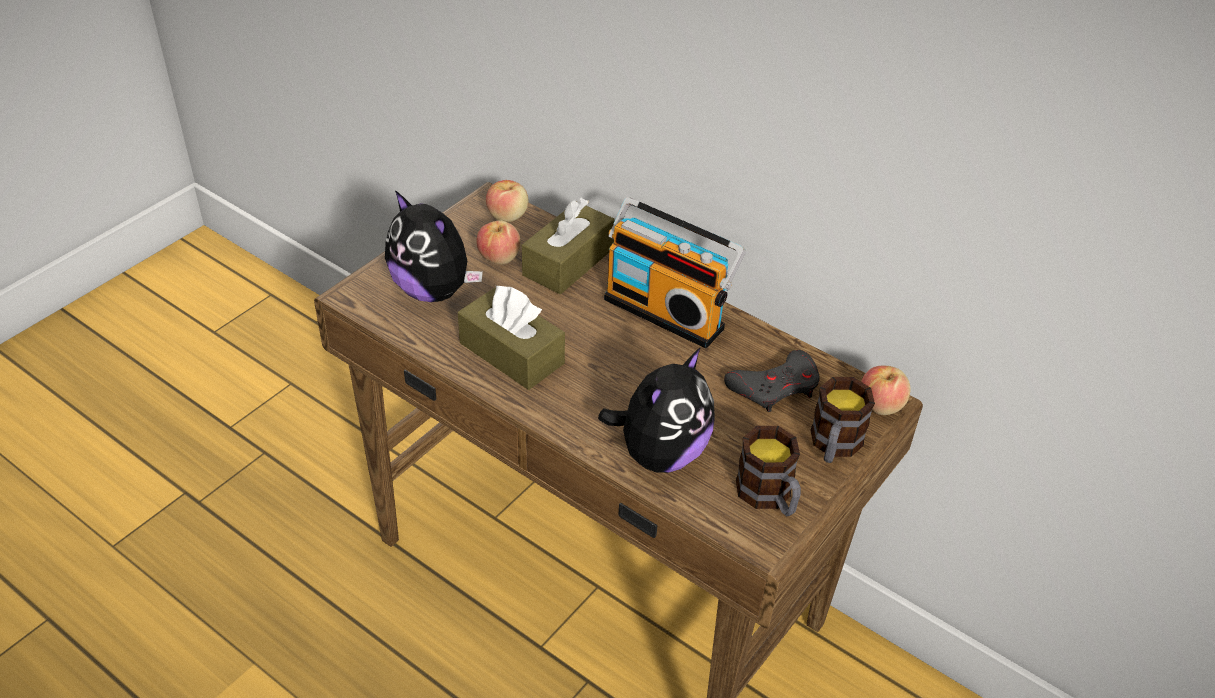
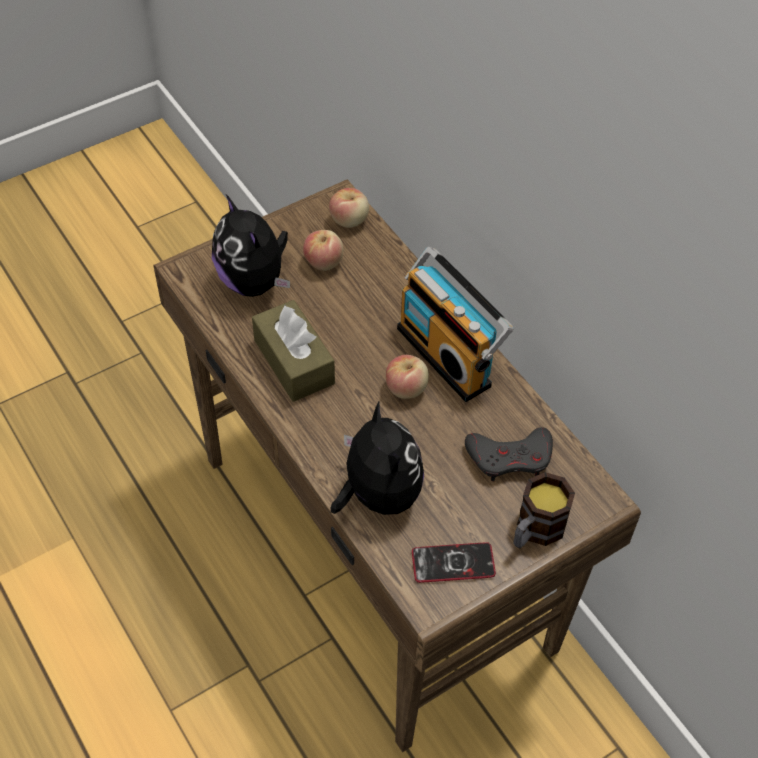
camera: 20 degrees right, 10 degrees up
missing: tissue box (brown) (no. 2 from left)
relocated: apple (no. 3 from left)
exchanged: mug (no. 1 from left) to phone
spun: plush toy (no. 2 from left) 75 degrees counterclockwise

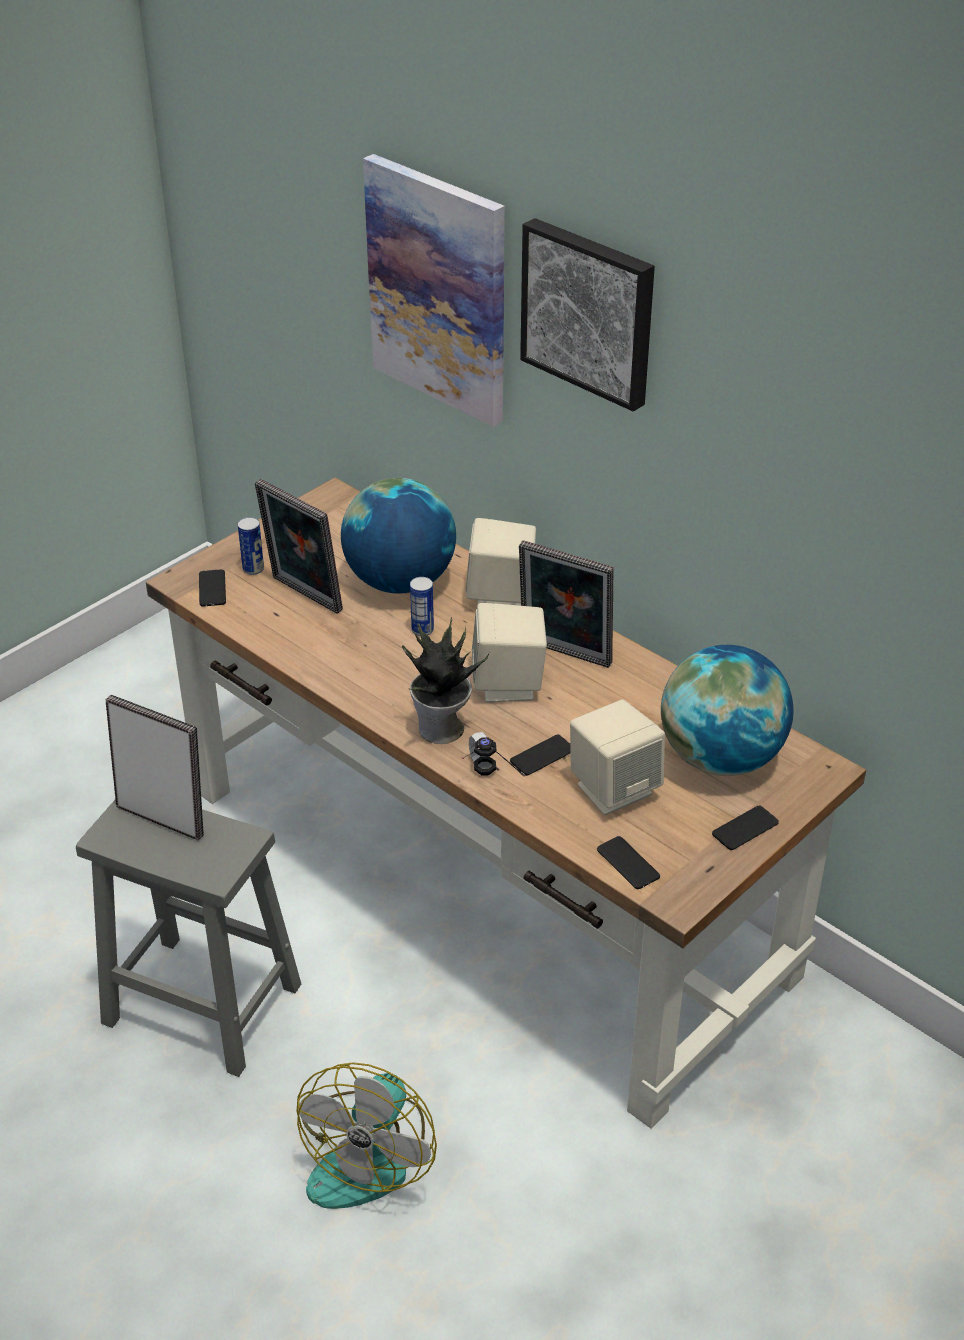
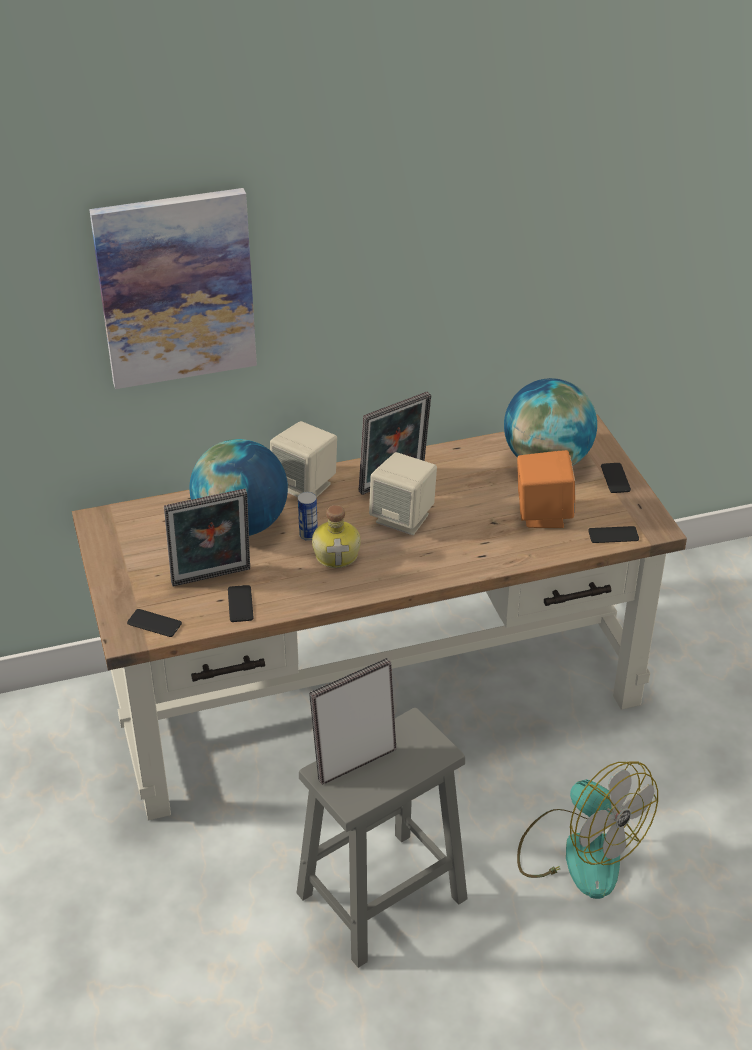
camera: 60 degrees left, 0 degrees up
missing: picture (no. 2 from left); can (no. 1 from left); potted plant; headphones
appeared: bottle
relocated: phone (no. 2 from left)
colour: speaker (beige) (no. 3 from left) to speaker (orange)

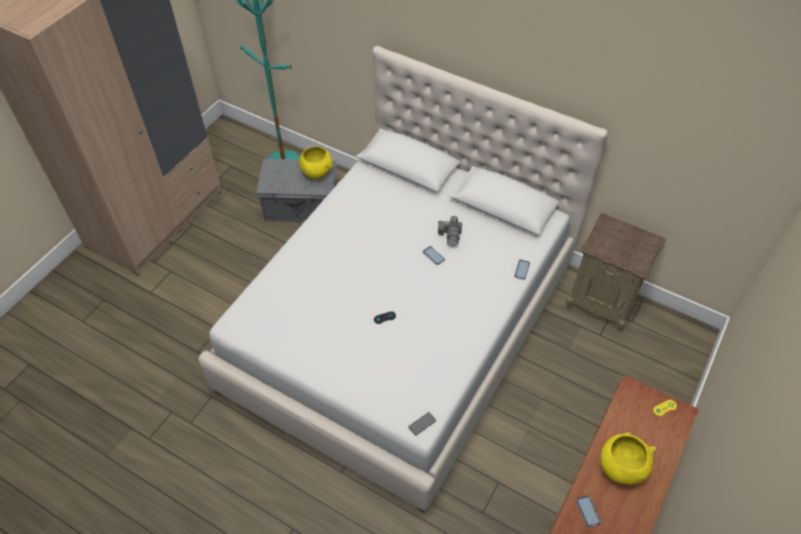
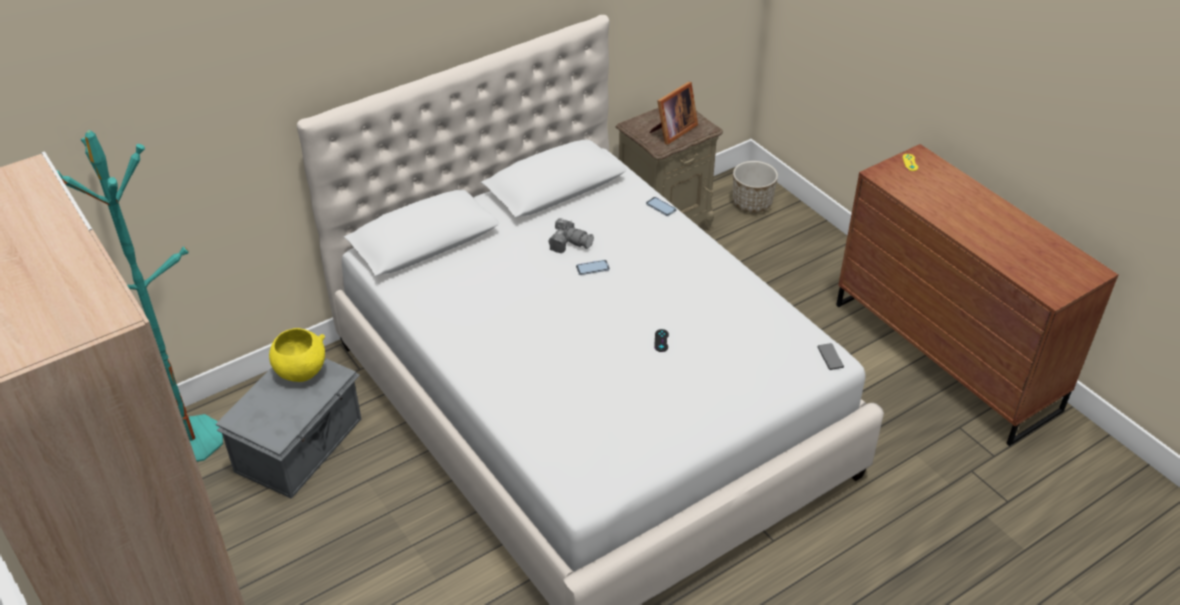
camera: 65 degrees left, 10 degrees down
missing: bowl (yellow) (no. 2 from left); phone (no. 4 from left)
appeared: picture frame; planter

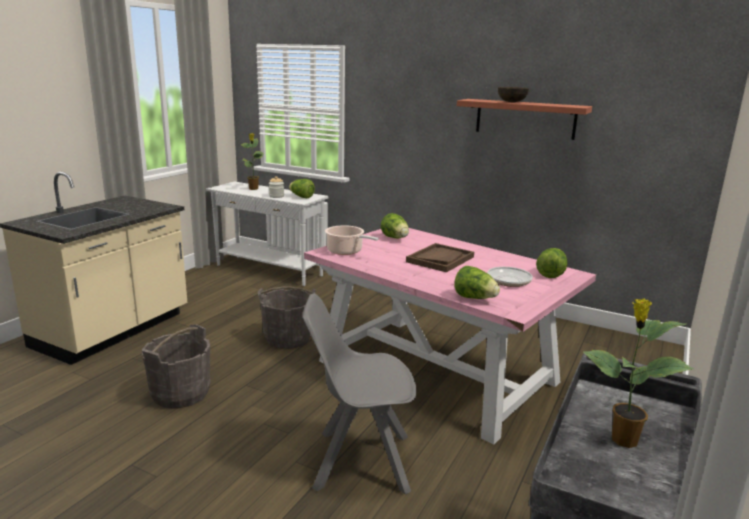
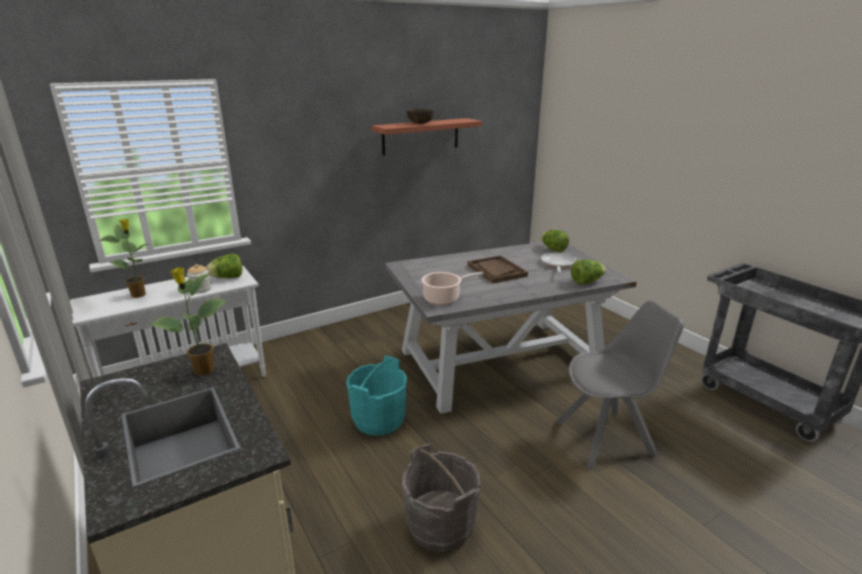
camera: 60 degrees left, 5 degrees up
missing: lettuce (no. 2 from left)
relocated: potted plant (no. 2 from left)
colour: dining table (pink) to dining table (grey); bucket (grey) (no. 2 from left) to bucket (turquoise)
spun: chair (grey) 135 degrees counterclockwise

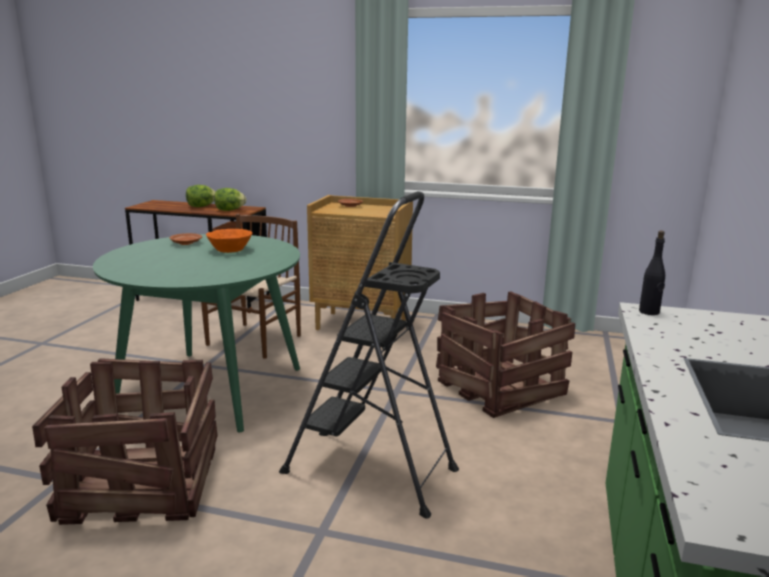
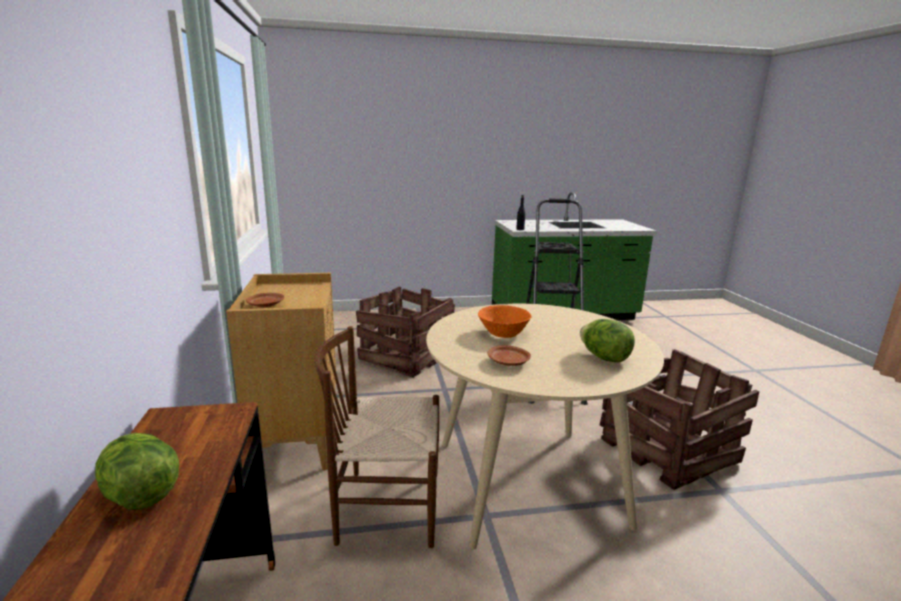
camera: 115 degrees left, 0 degrees up
relocated: lettuce (no. 2 from left)
colour: dining table (green) to dining table (beige)

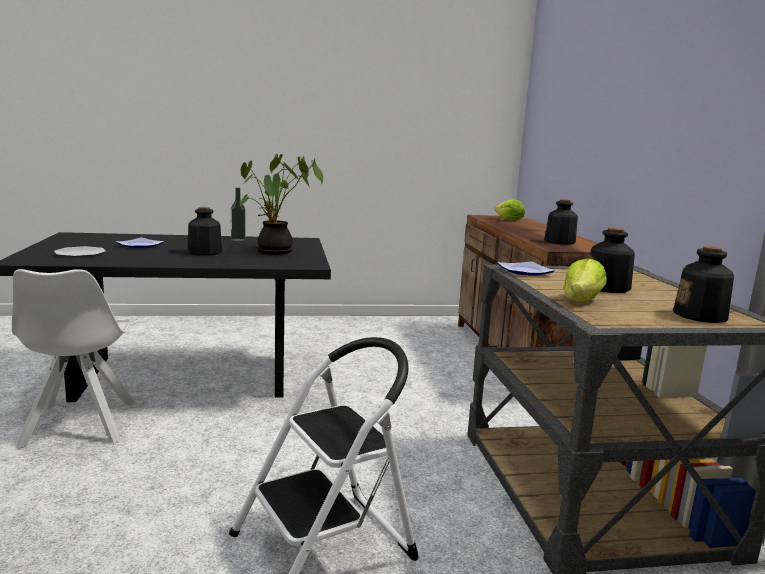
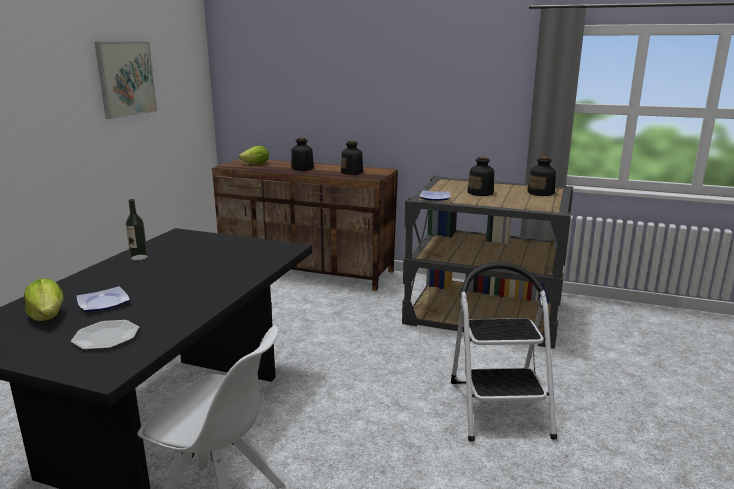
camera: 60 degrees left, 5 degrees up
missing: potted plant
appeared: picture
relocated: bottle (no. 1 from left in the first image) to bottle (no. 2 from left); lettuce (no. 2 from left in the first image) to lettuce (no. 1 from left)

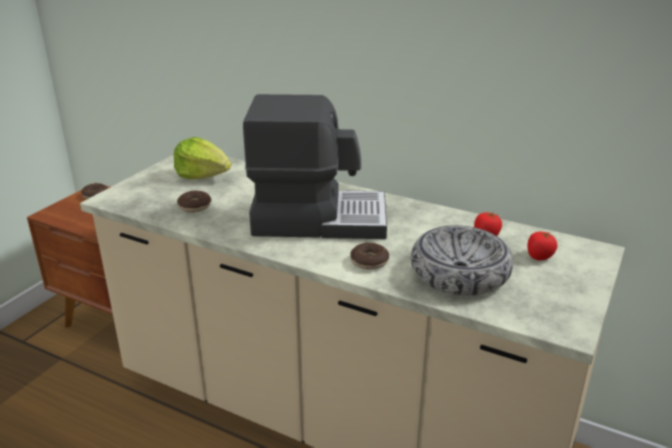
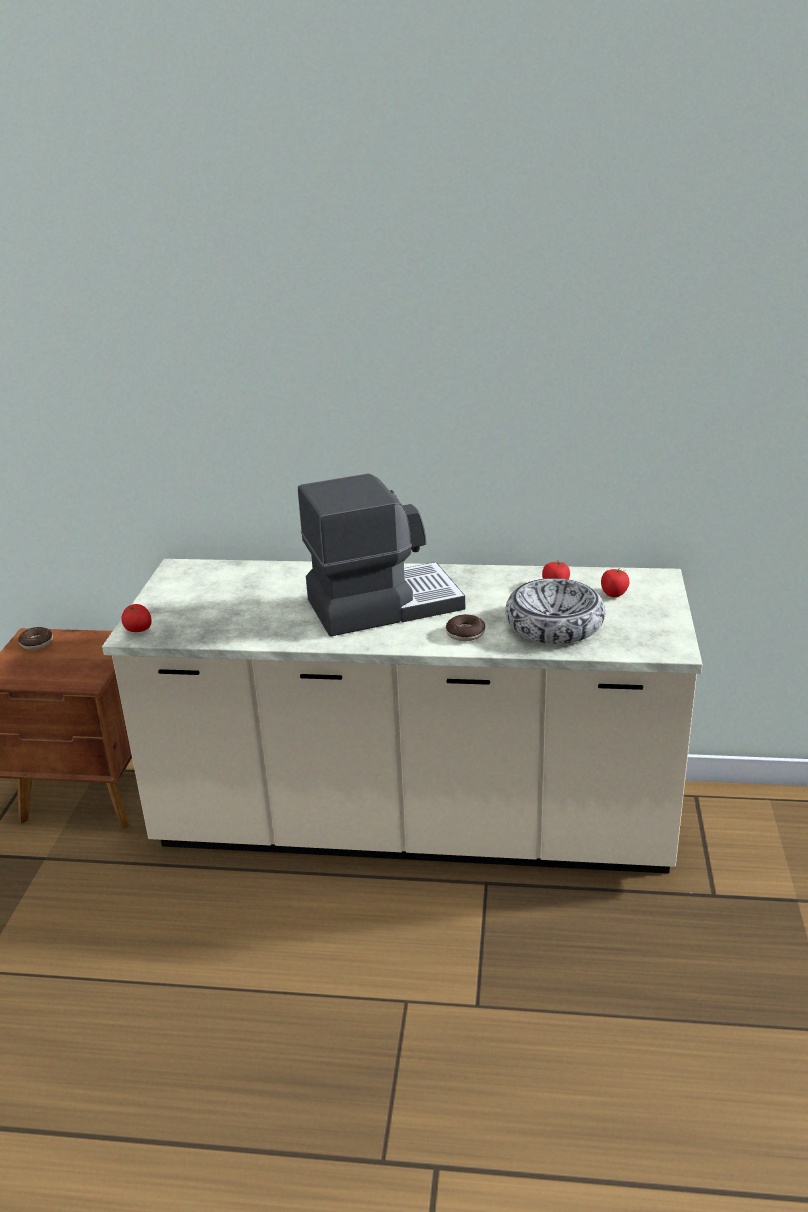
camera: 20 degrees left, 0 degrees up
missing: lettuce; donut (no. 2 from left)
appeared: tomato (no. 1 from left)

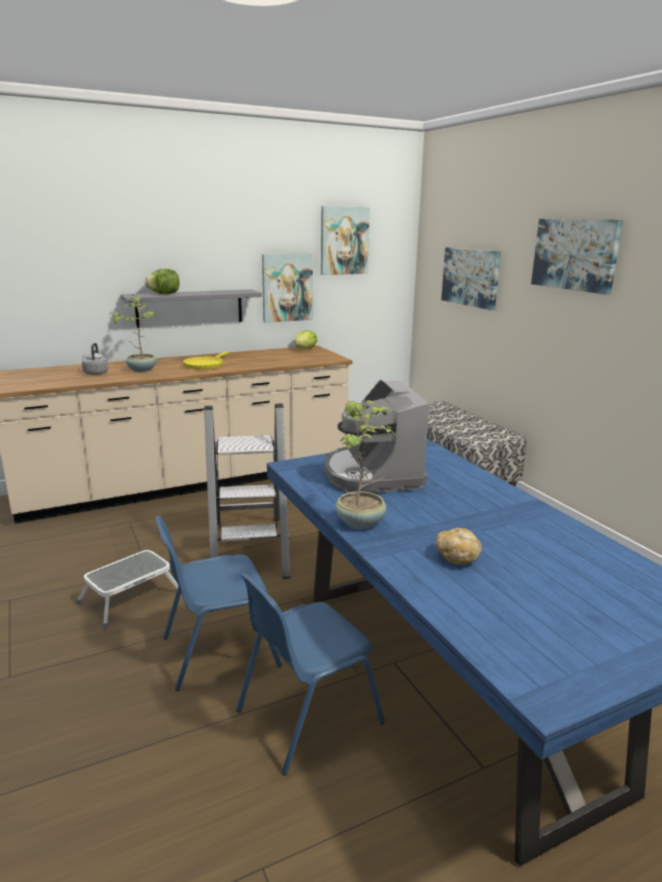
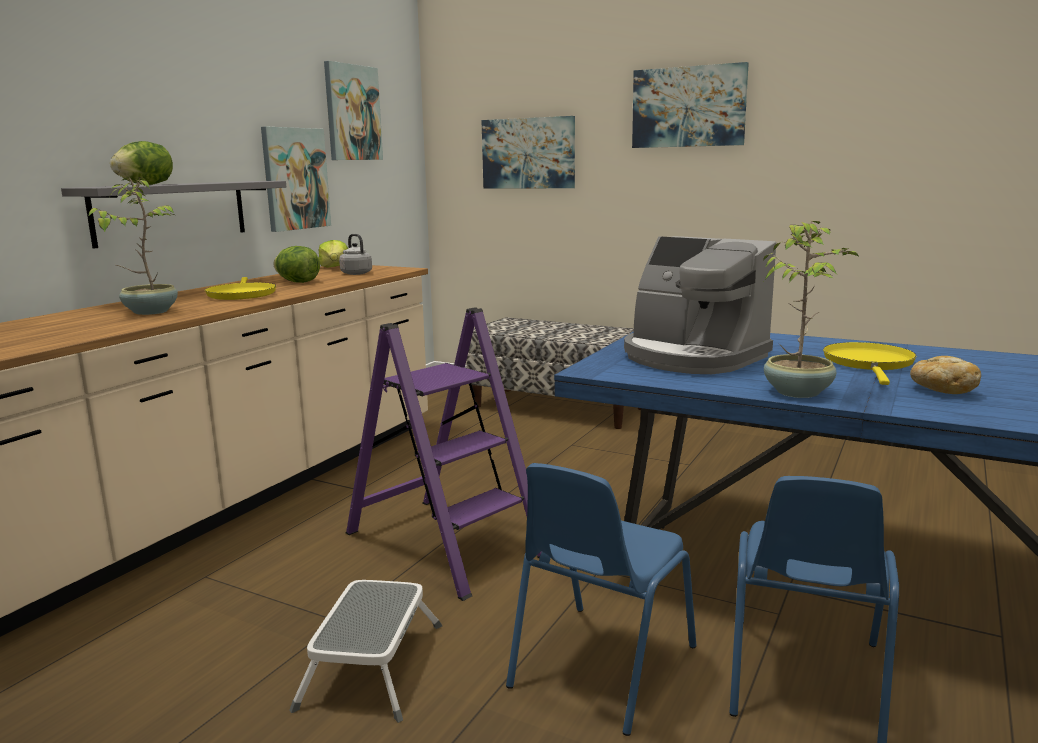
camera: 35 degrees left, 5 degrees down
appeared: lettuce (no. 2 from left); frying pan (yellow) (no. 2 from left)
relocated: kettle (grey)
colour: step ladder (grey) (no. 2 from left) to step ladder (purple)

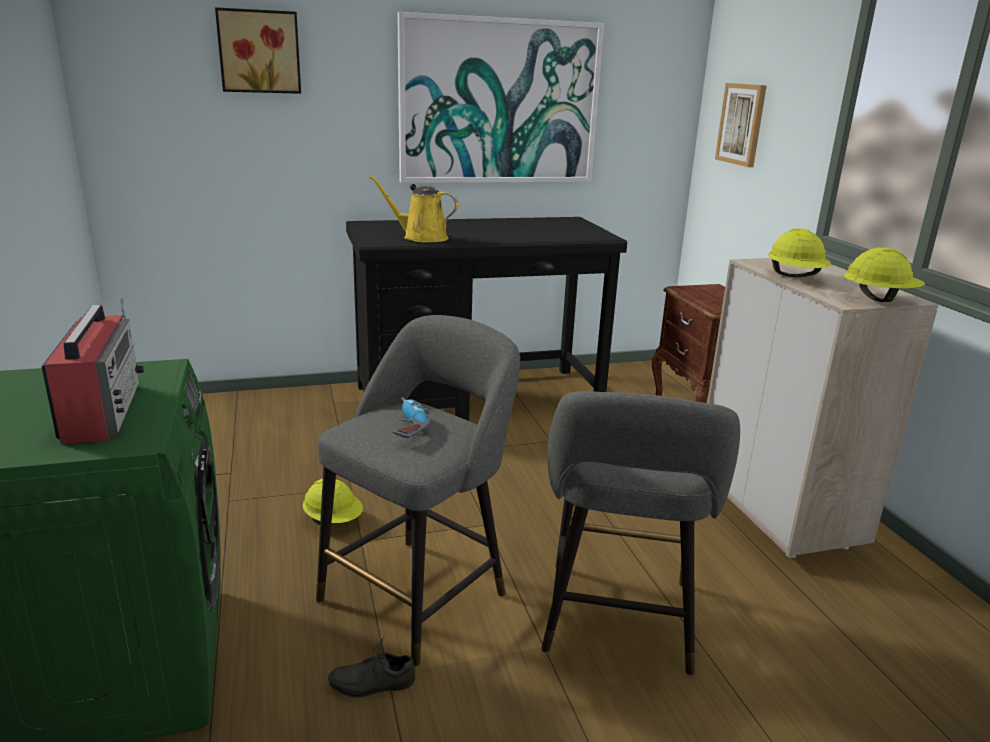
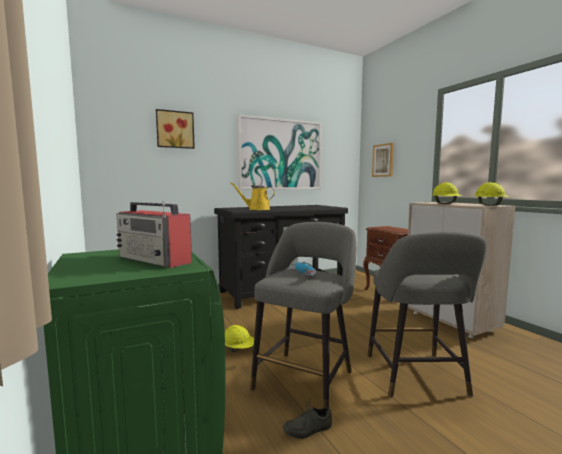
camera: 10 degrees left, 15 degrees down
spun: radio 150 degrees clockwise

